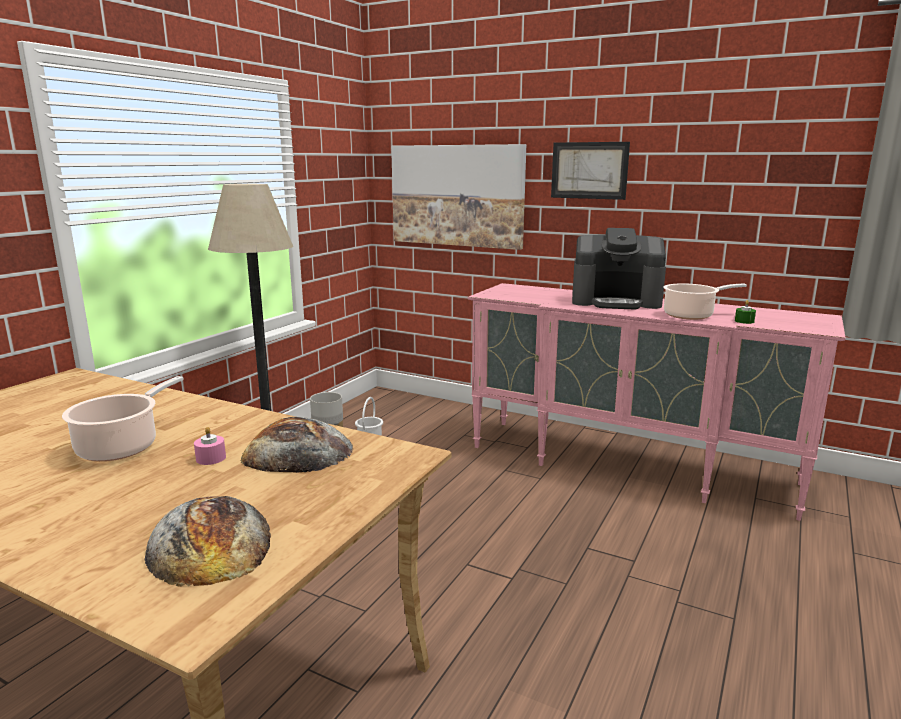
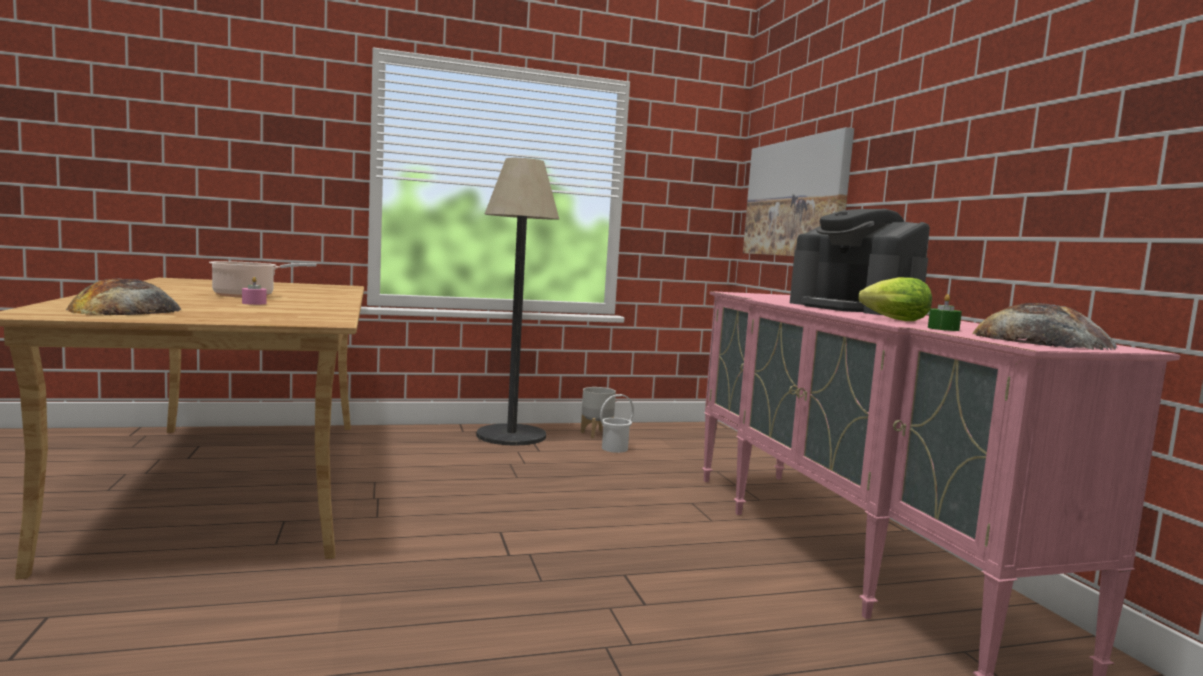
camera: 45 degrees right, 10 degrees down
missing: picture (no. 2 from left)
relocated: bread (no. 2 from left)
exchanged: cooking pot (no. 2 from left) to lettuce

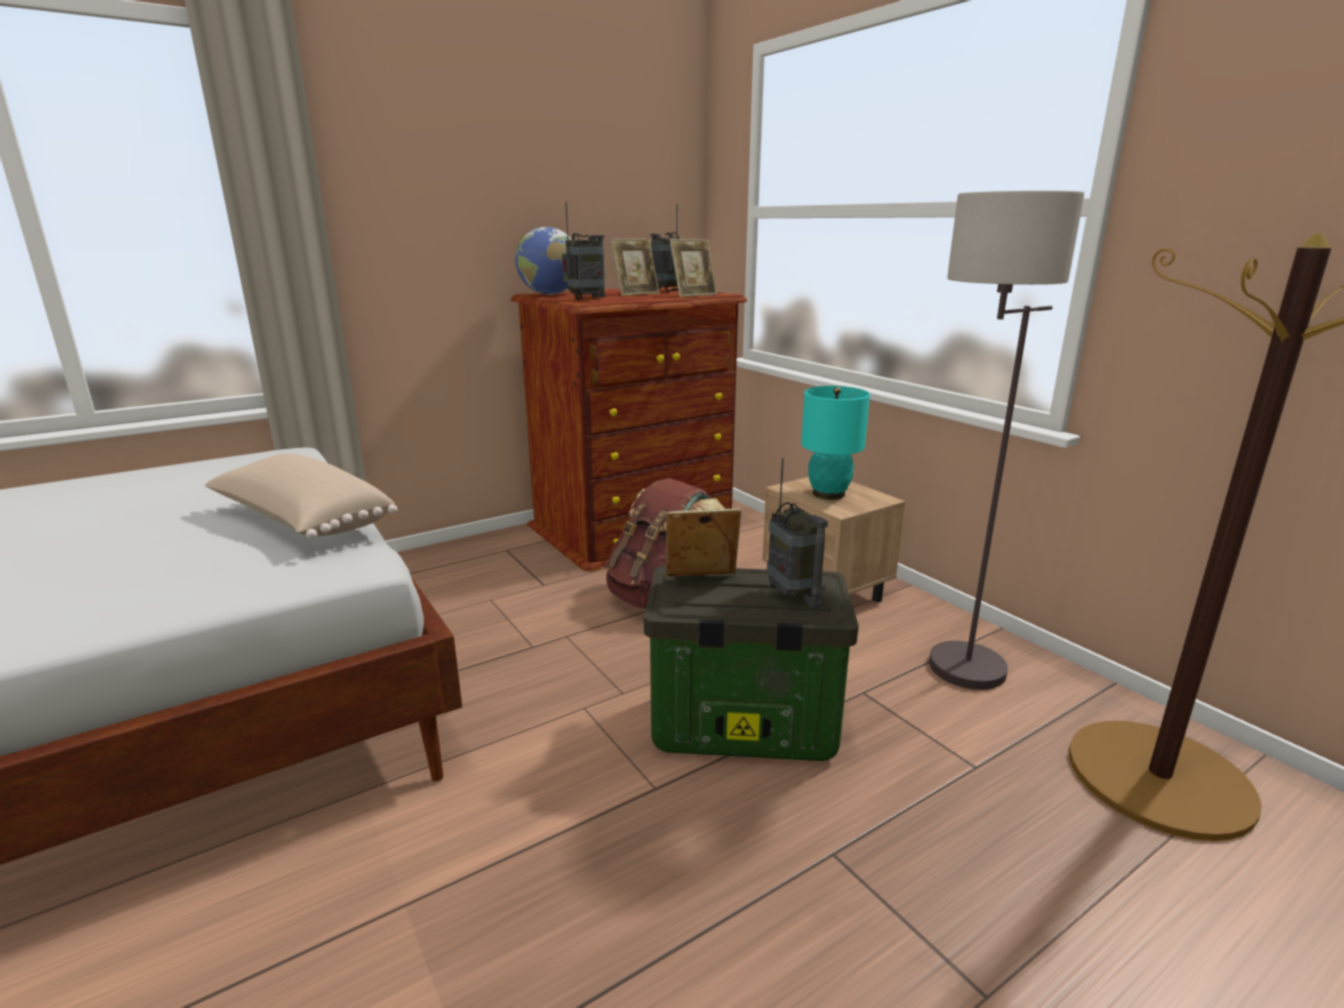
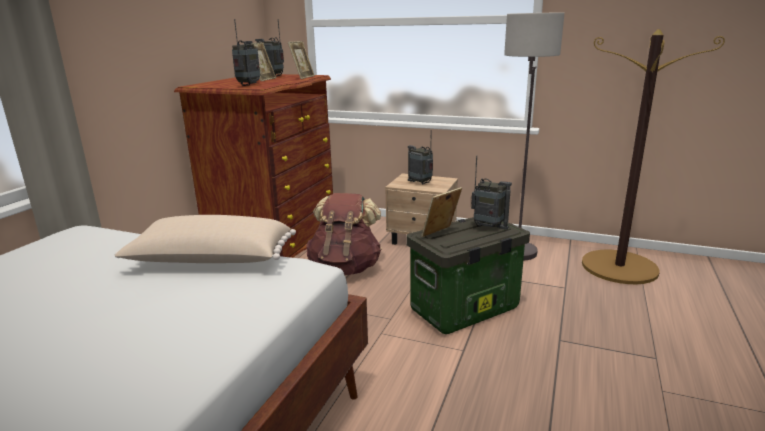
camera: 35 degrees left, 0 degrees up
missing: globe
exchanged: table lamp (turquoise) to radio (no. 3 from left)

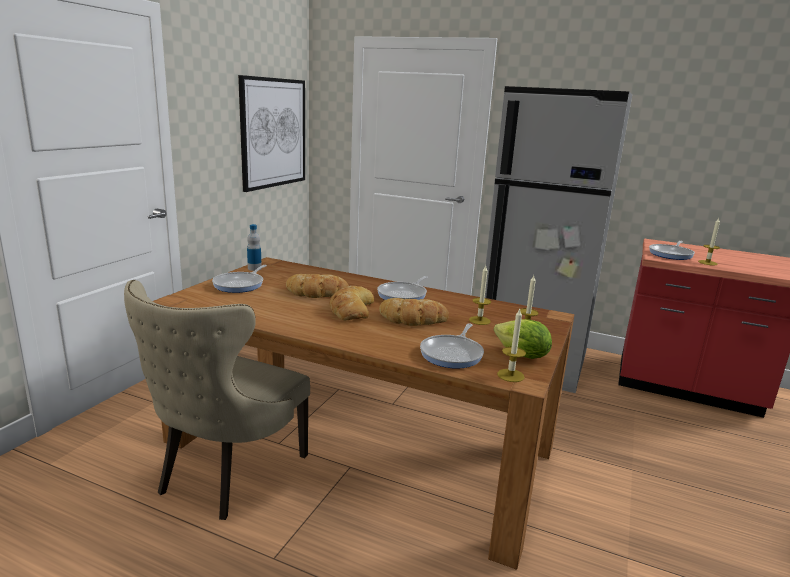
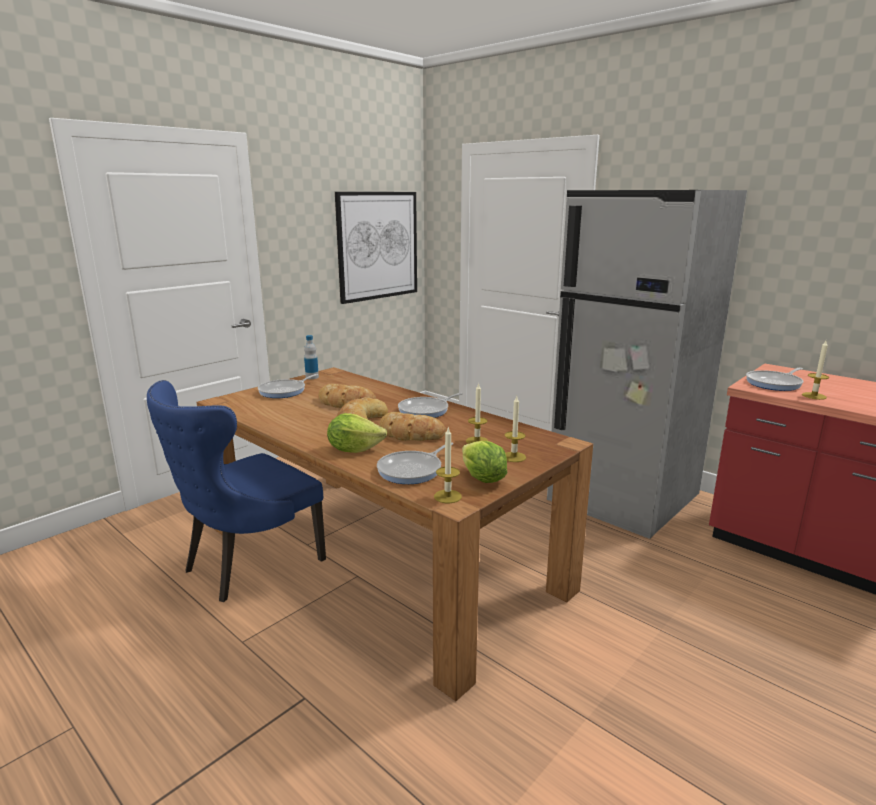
camera: 20 degrees right, 0 degrees up
appeared: lettuce (no. 1 from left)
colour: chair (beige) to chair (blue)

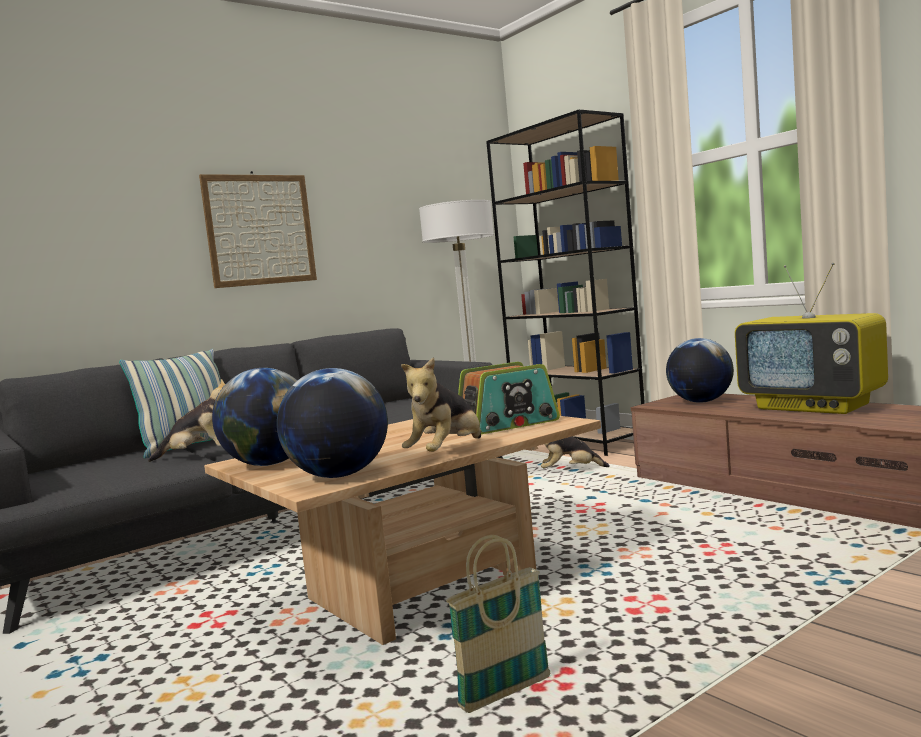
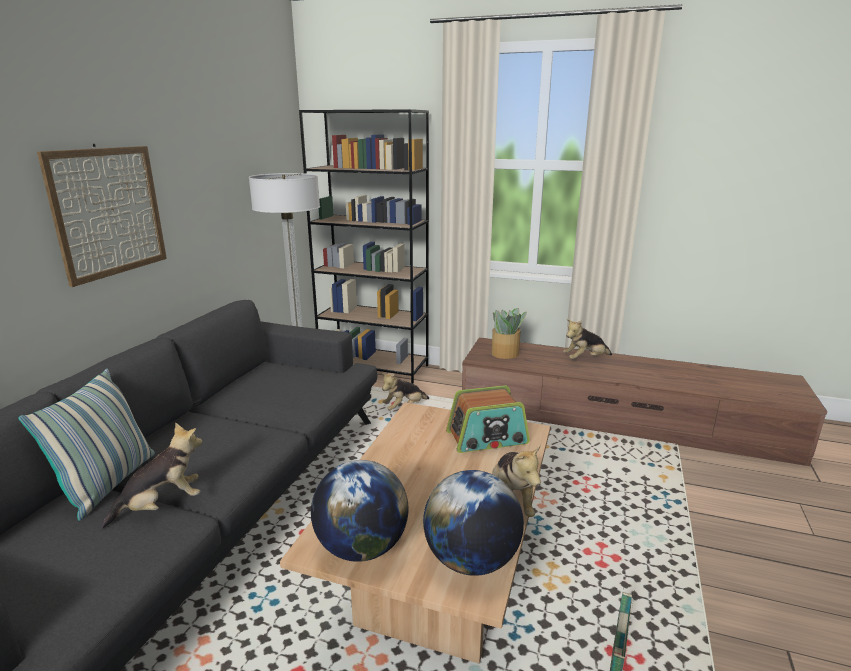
camera: 35 degrees left, 15 degrees up
exchanged: television to plush toy (no. 4 from left); globe (no. 3 from left) to potted plant
spun: radio 45 degrees clockwise

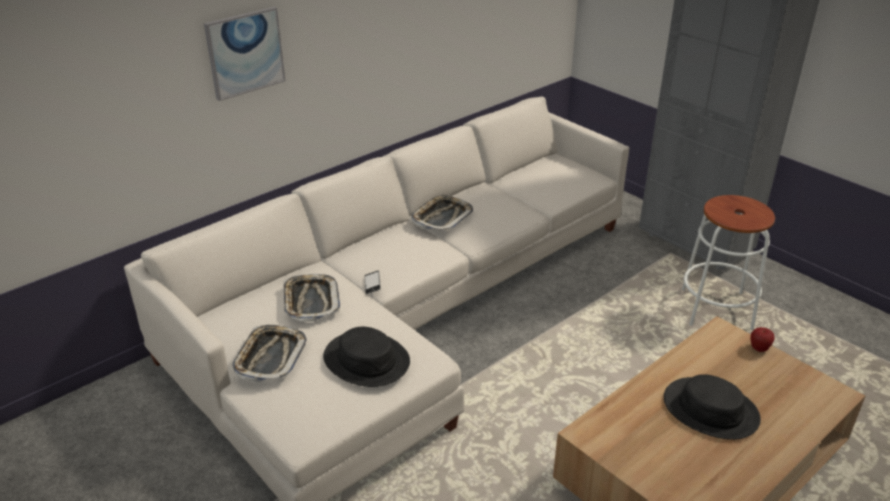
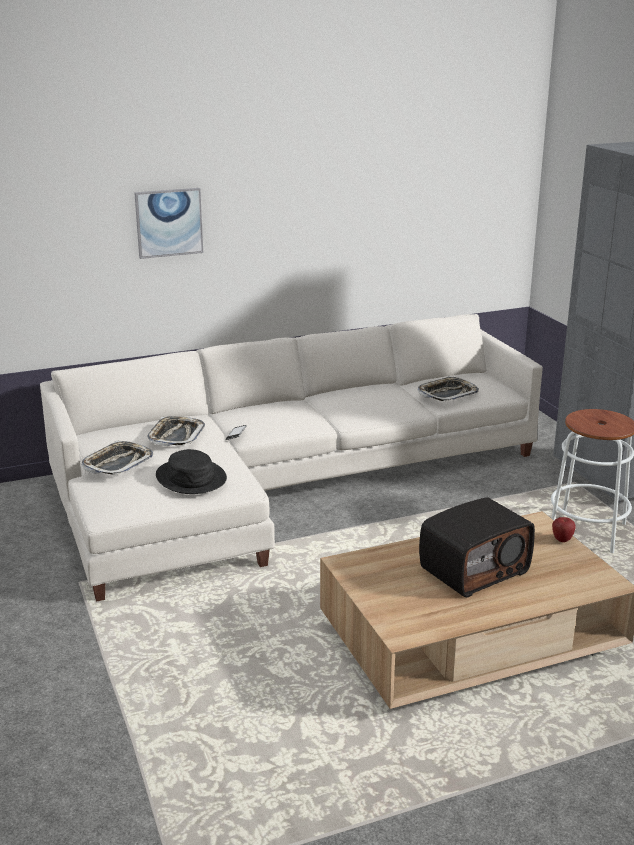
camera: 20 degrees right, 10 degrees down
relocated: tray (no. 3 from left)
exchanged: hat (black) (no. 2 from left) to radio

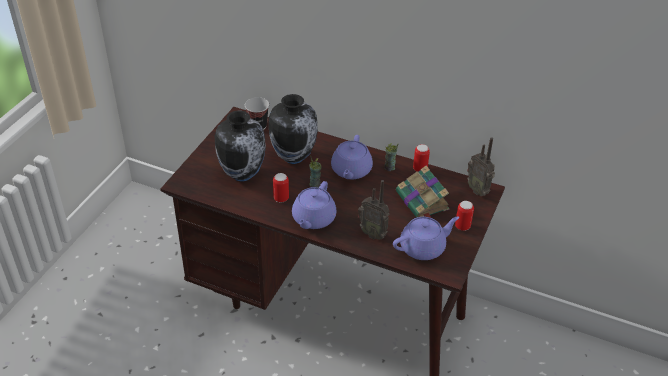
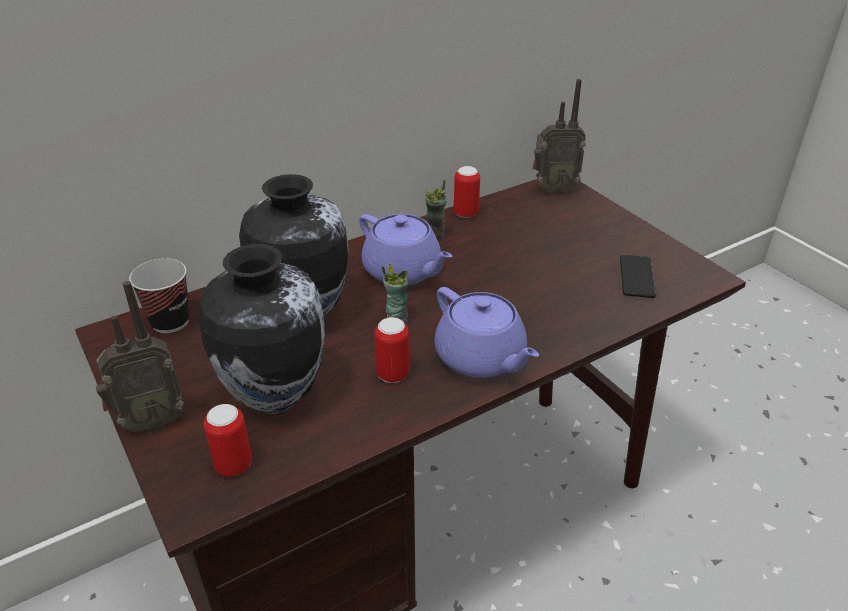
camera: 55 degrees left, 5 degrees down
missing: book
relocated: radio (no. 1 from left); can (no. 3 from left in the first image) to can (no. 1 from left)
exchanged: teapot (purple) (no. 3 from left) to phone

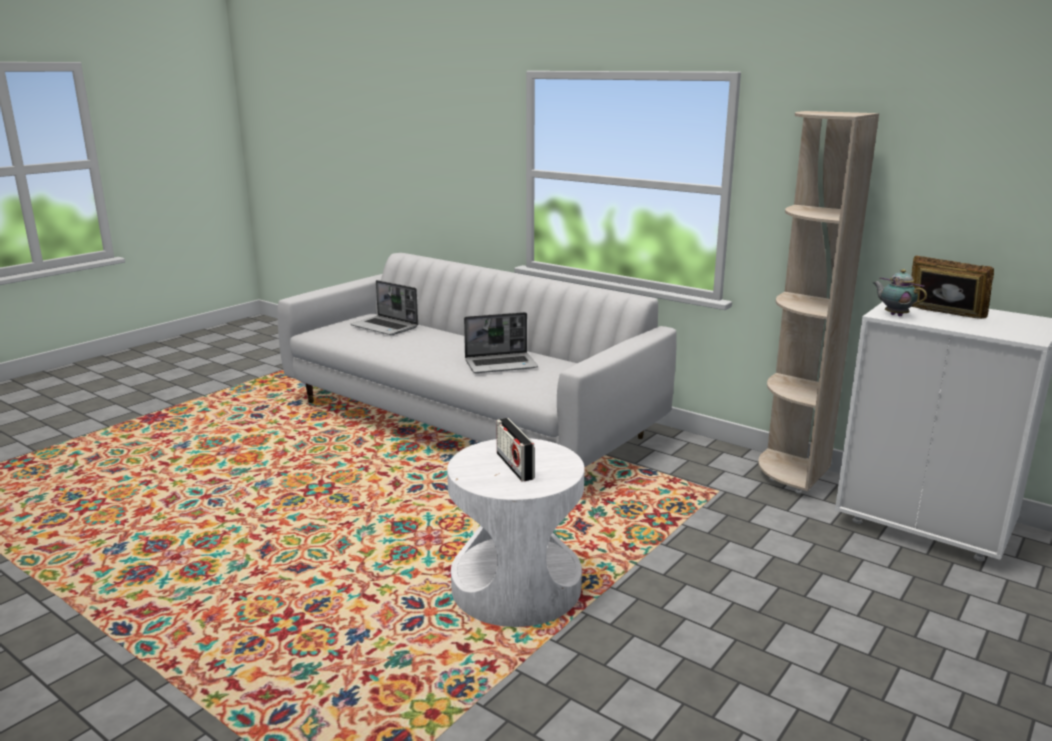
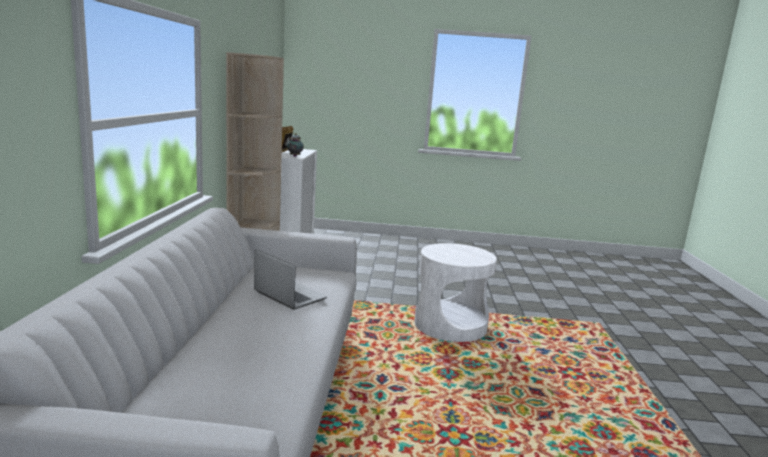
camera: 125 degrees left, 5 degrees down
missing: laptop (no. 1 from left); radio

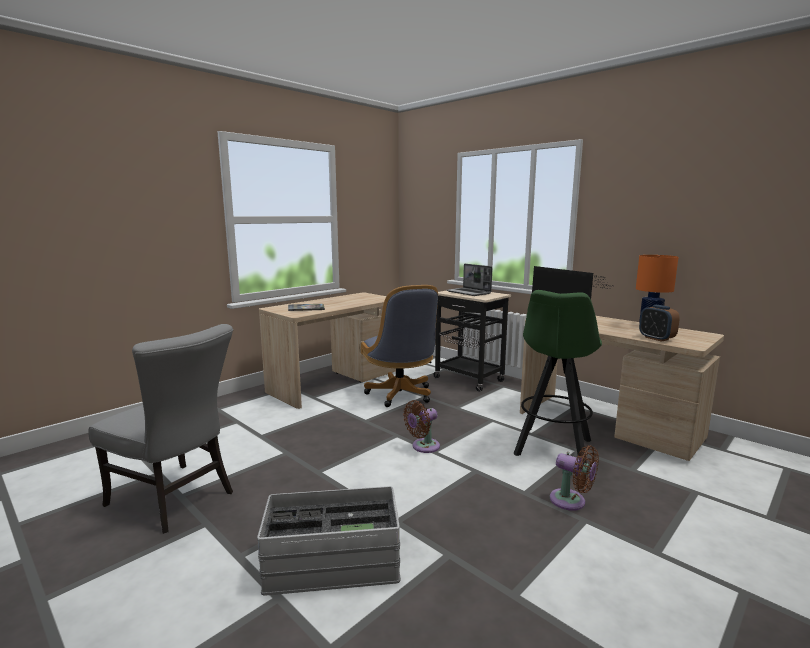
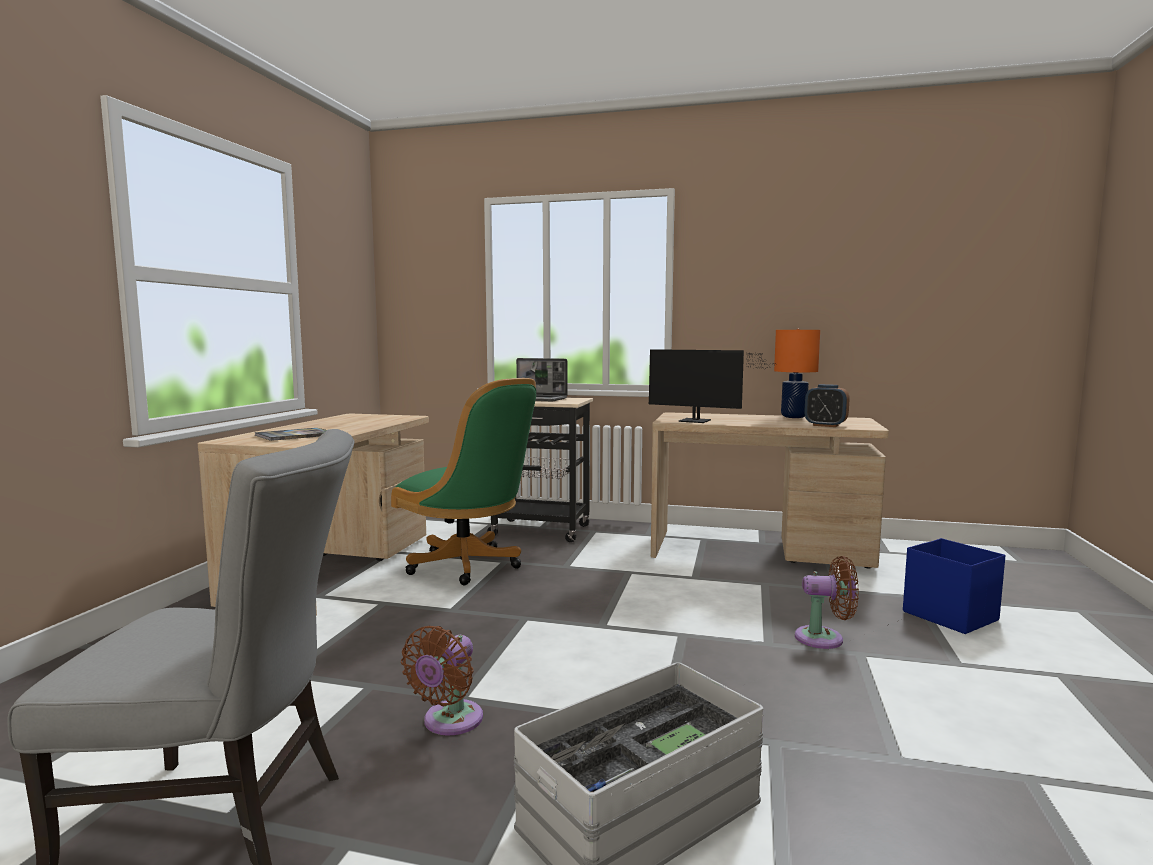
camera: 30 degrees left, 5 degrees down
missing: stool (green)
appeared: storage box (blue)
relocated: fan (brown) (no. 1 from left)
colour: office chair (blue) to office chair (green)

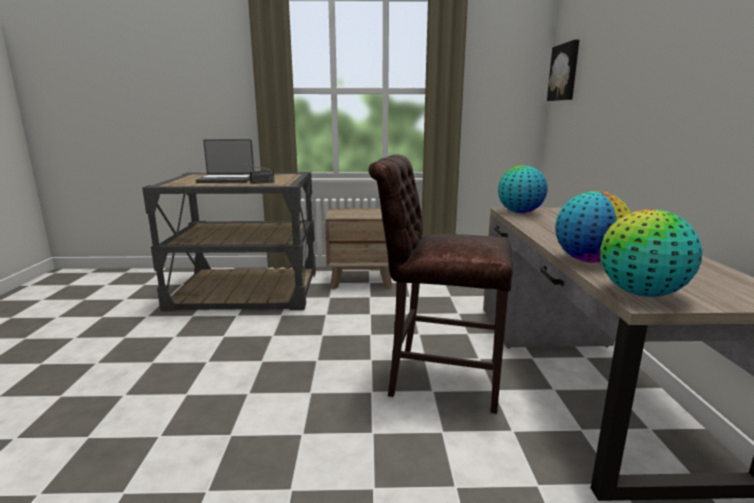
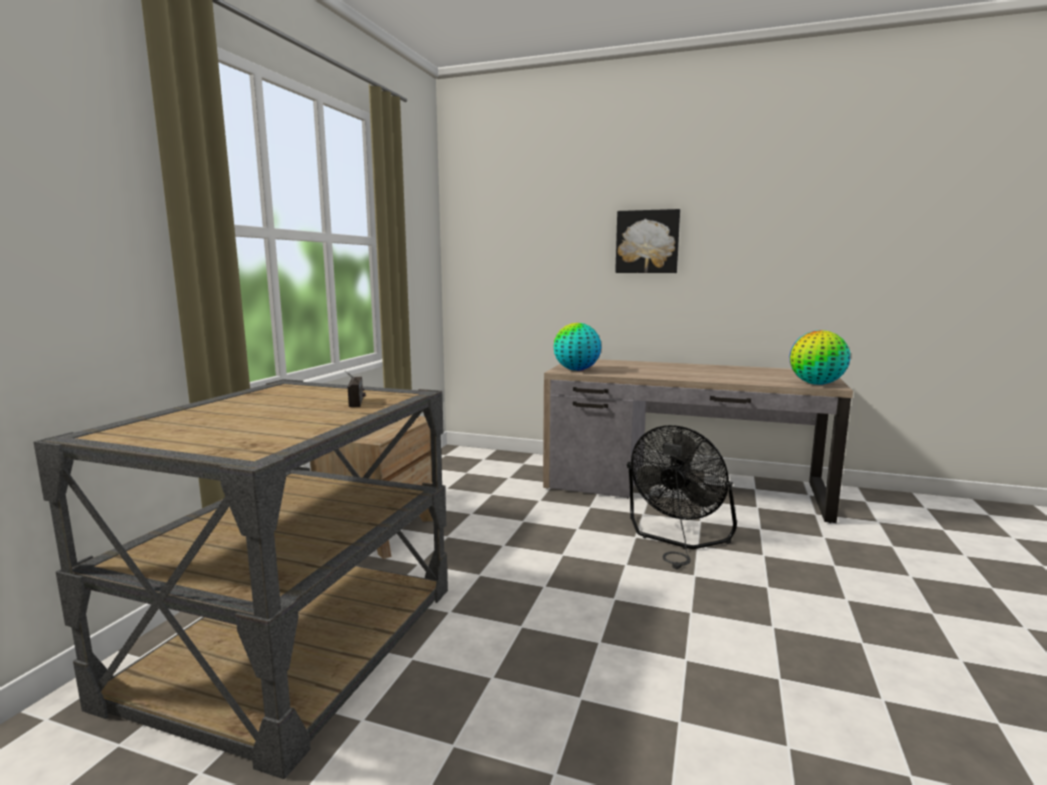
camera: 70 degrees left, 5 degrees down
missing: laptop; globe (no. 2 from left)
relocated: picture
exchanged: stool (brown) to fan (black)

